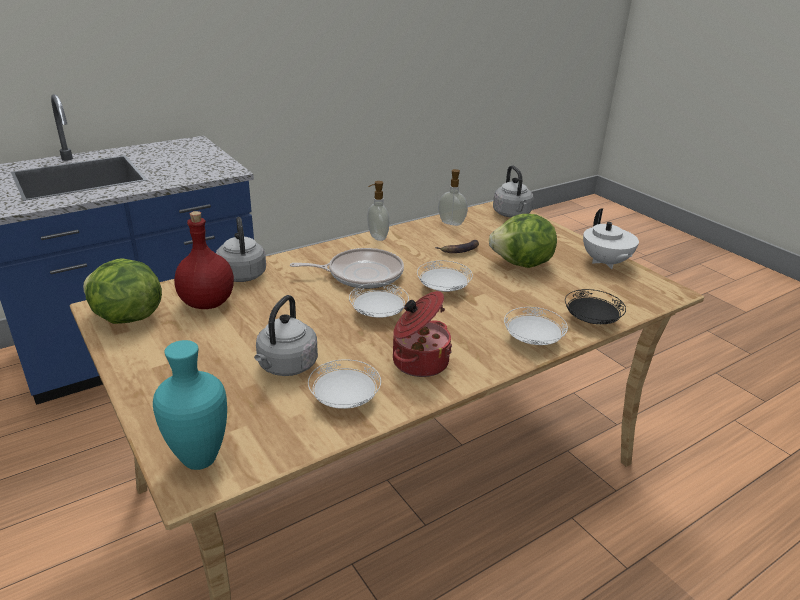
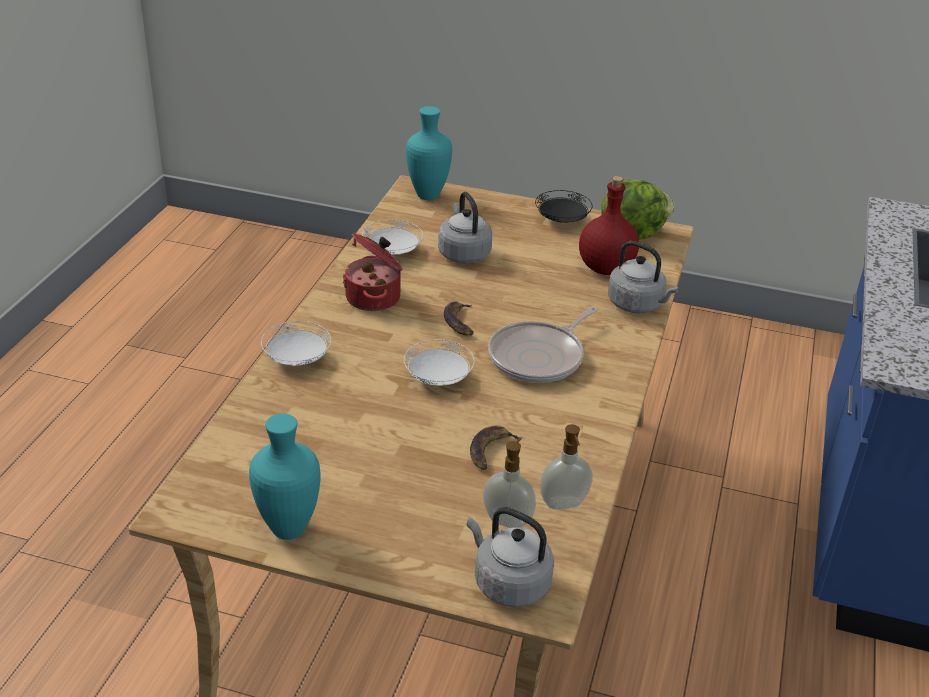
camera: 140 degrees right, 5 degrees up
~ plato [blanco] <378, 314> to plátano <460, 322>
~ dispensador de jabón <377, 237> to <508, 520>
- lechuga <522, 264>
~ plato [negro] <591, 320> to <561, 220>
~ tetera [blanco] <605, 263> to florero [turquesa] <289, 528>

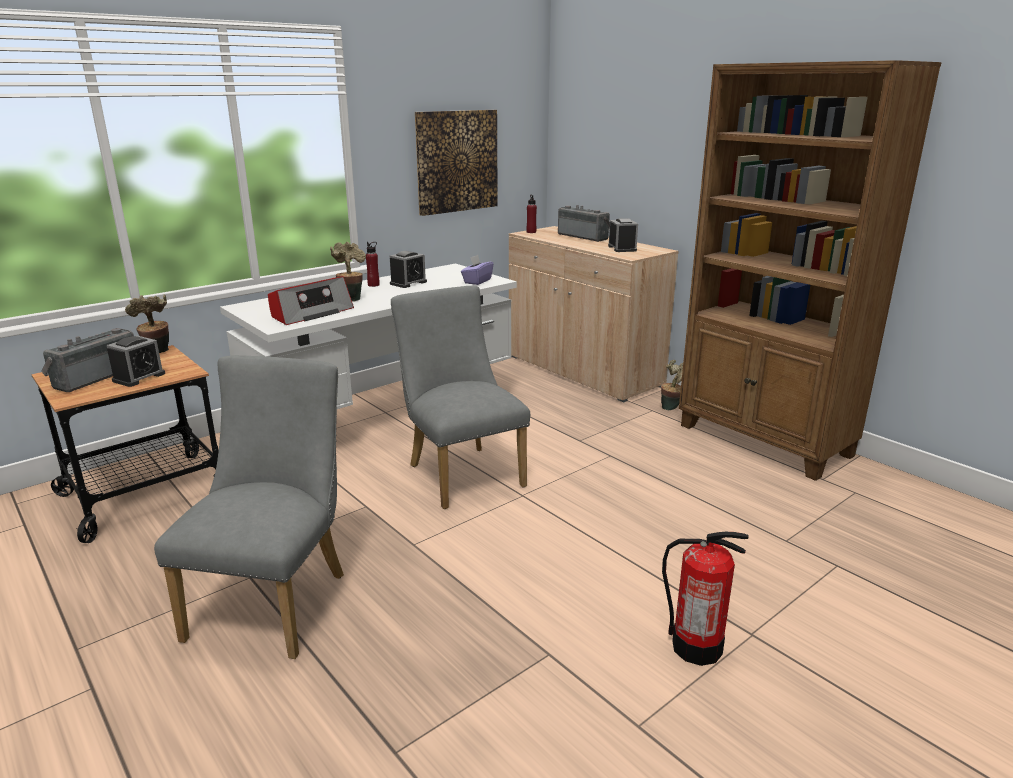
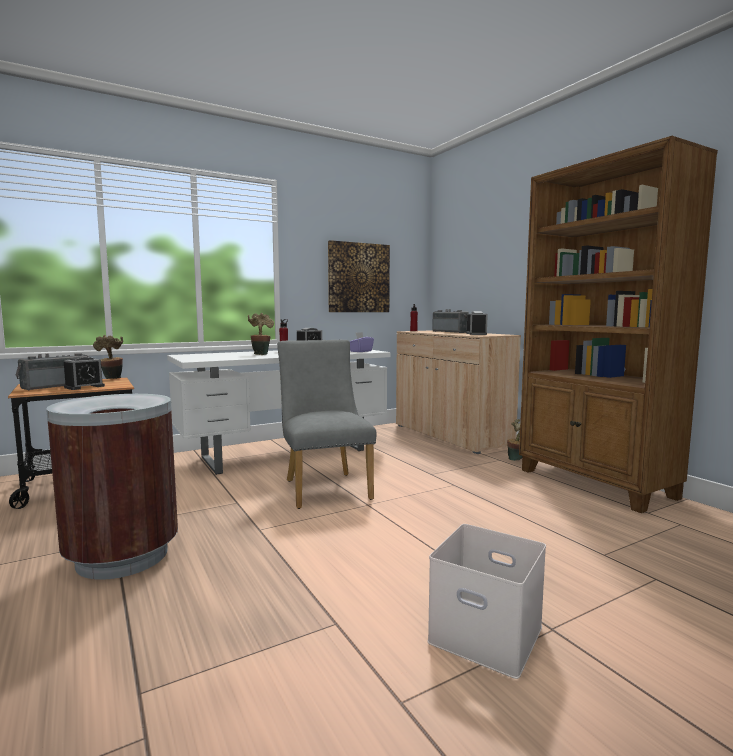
camera: 10 degrees right, 15 degrees down
~ silla [gris] <275, 599> to papelera [marrón] <123, 556>
- radio <311, 313>
~ extintor <696, 647> to caja de almacenaje [blanco] <488, 634>

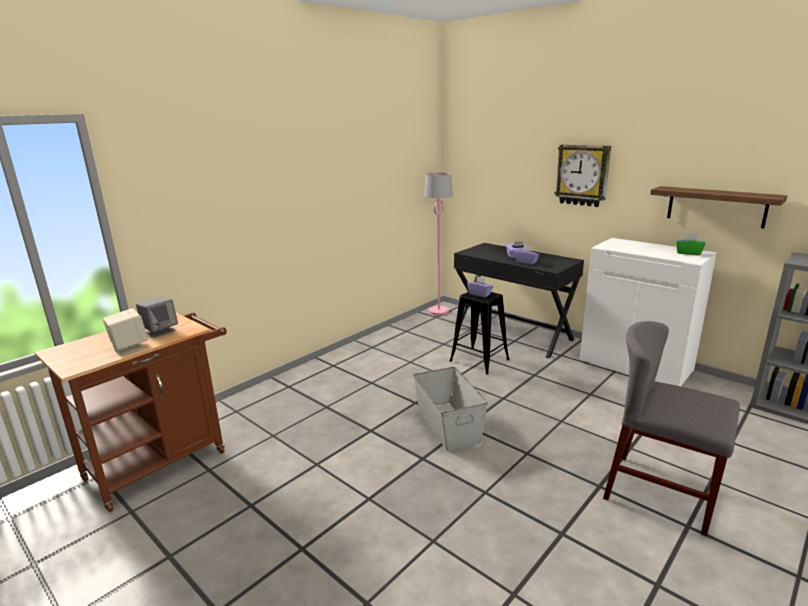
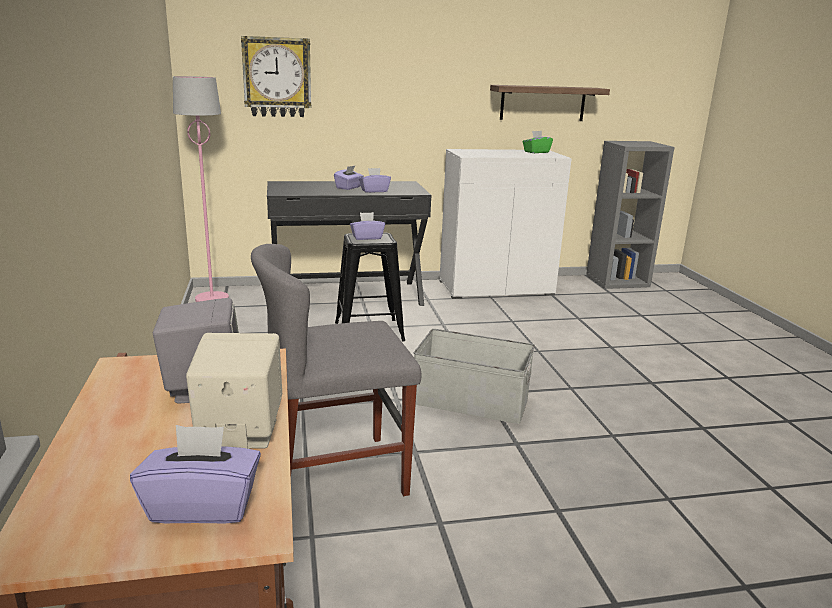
camera: 55 degrees left, 0 degrees up
~ reloj de pared <582, 175> to <277, 77>
~ silla [gris] <660, 493> to <334, 475>
+ caja de pañuelos [morado] <203, 505>

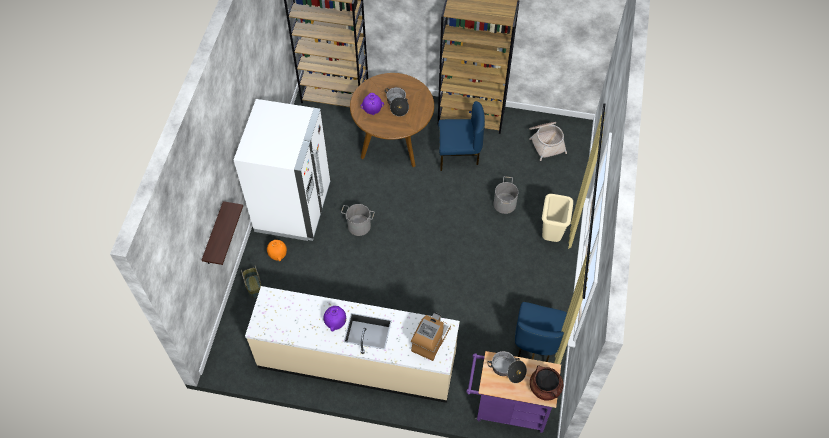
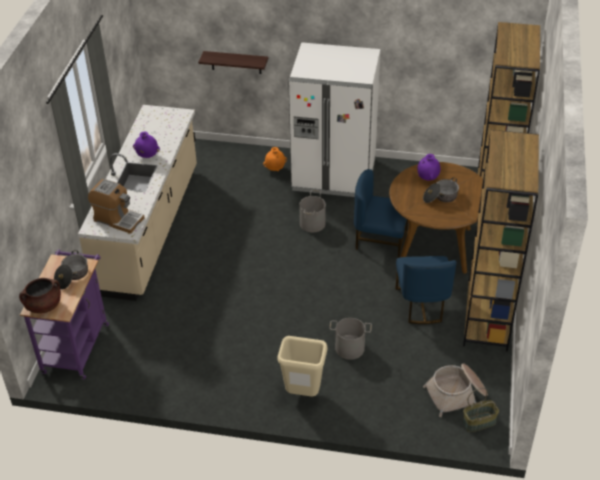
camera: 90 degrees right, 15 degrees down
~ cesta <253, 286> to <479, 422>
~ silla [azul] <535, 343> to <380, 242>

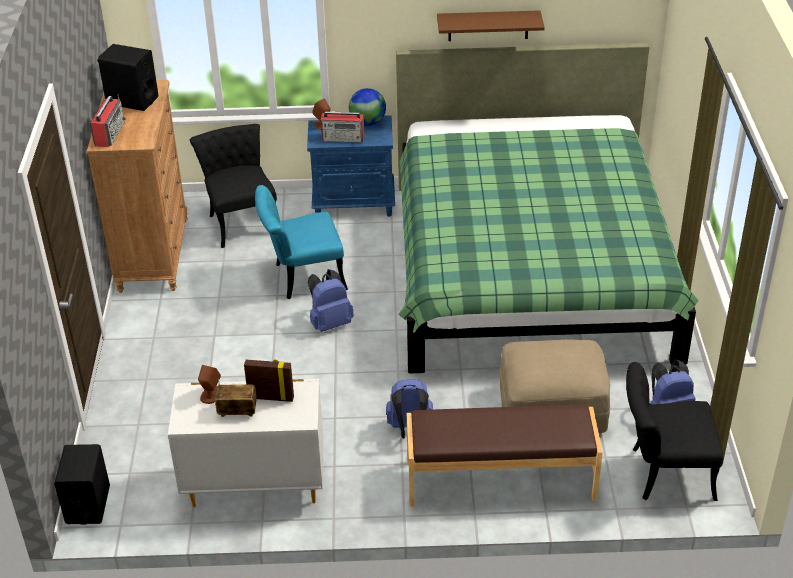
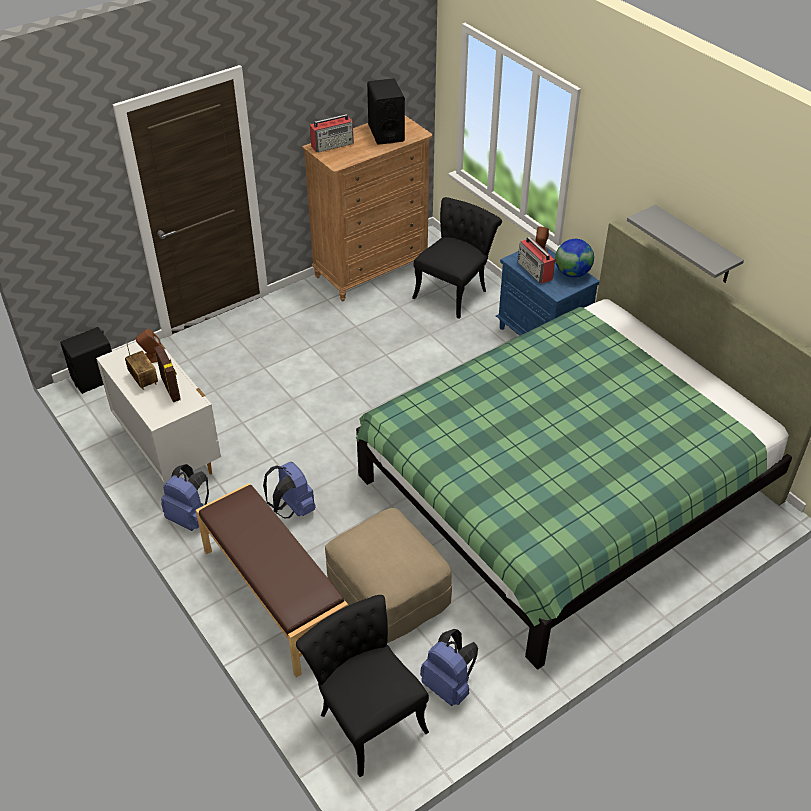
camera: 55 degrees right, 5 degrees up
- silla [turquesa] <302, 278>
~ mochila [azul] <330, 323> to <190, 517>
~ estante [marrón] <488, 25> to estante [gris] <694, 245>

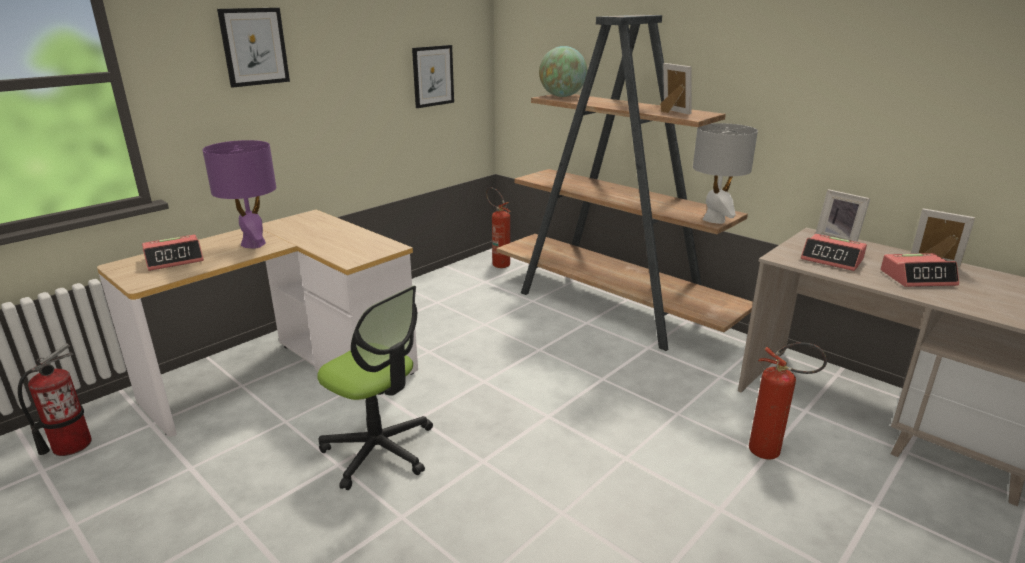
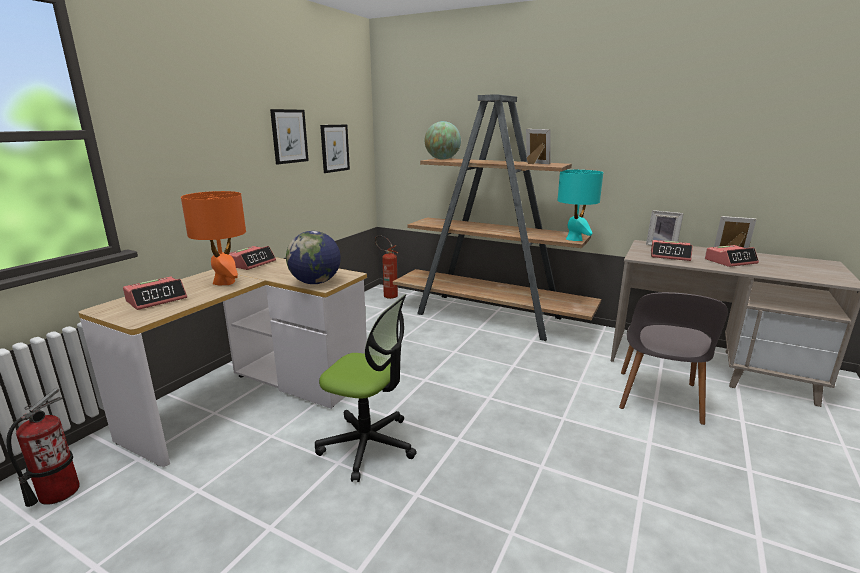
camera: 15 degrees left, 5 degrees down
~ lámpara de mesa [morado] <254, 244> to lámpara de mesa [naranja] <224, 282>
~ cuadro <254, 47> to <289, 136>
~ lámpara de mesa [gris] <714, 220> to lámpara de mesa [turquesa] <574, 239>
~ extintor <772, 453> to silla [gris] <658, 398>
+ despertador <251, 263>
+ globo terráqueo <315, 282>

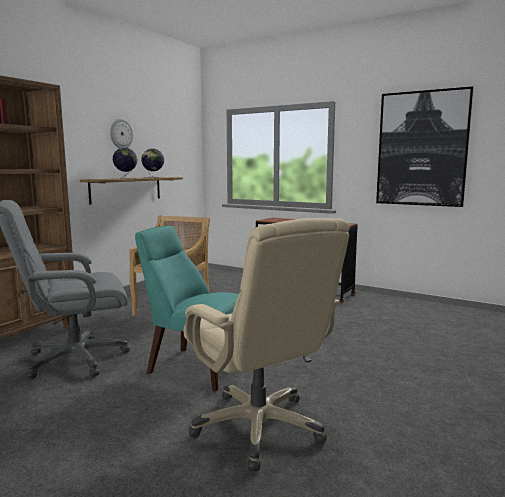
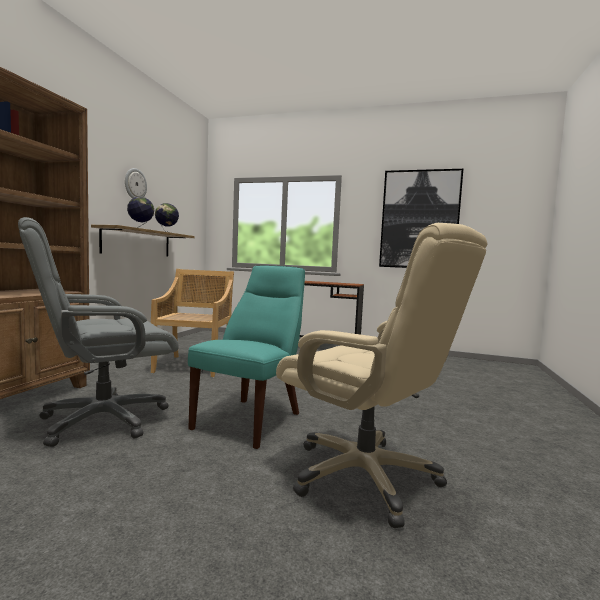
camera: 15 degrees left, 5 degrees down
~ silla [turquesa] <194, 366> = <251, 419> 105 degrees clockwise

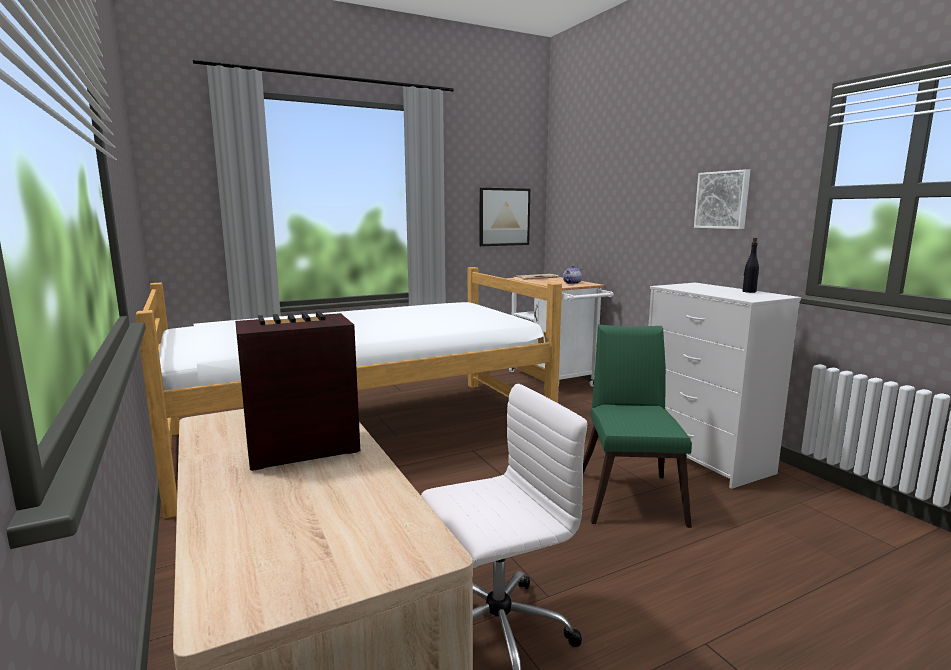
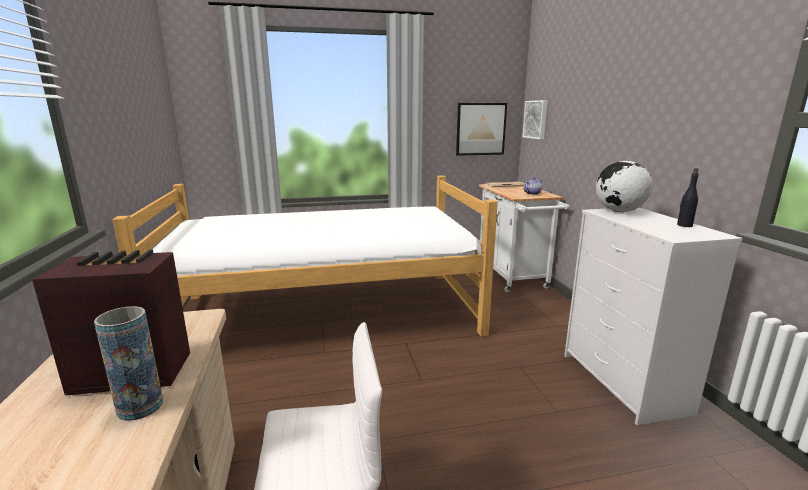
camera: 15 degrees right, 5 degrees up
- silla [verde] <630, 493>
~ cuadro <723, 200> to <536, 119>
+ florero <140, 406>
+ globo terráqueo <619, 211>

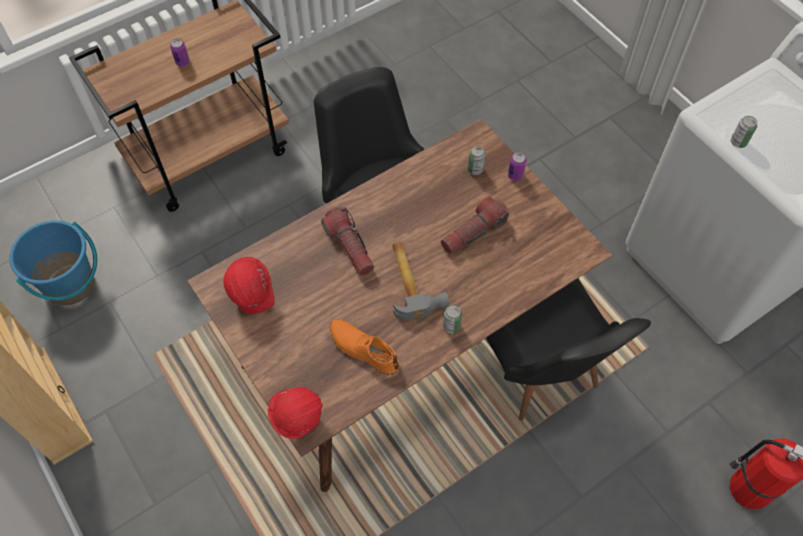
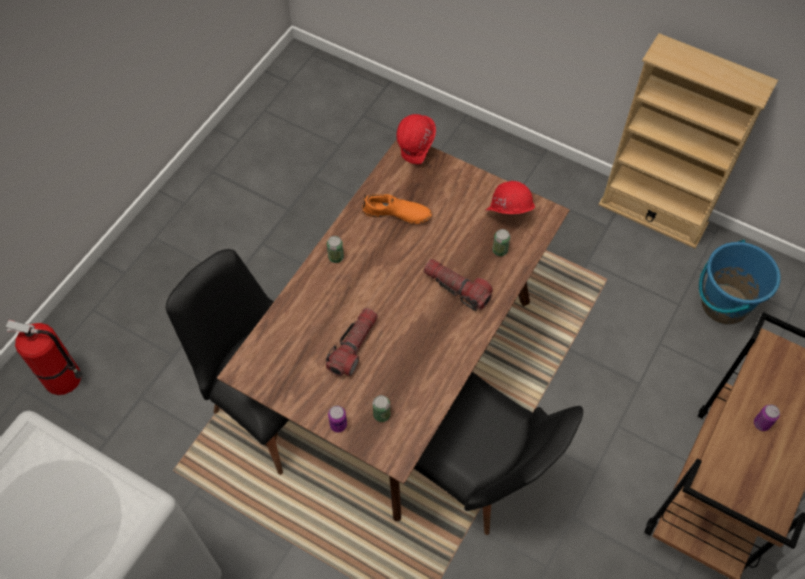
camera: 155 degrees right, 0 degrees up
- martillo <412, 281>
~ lata <738, 142> to <500, 250>

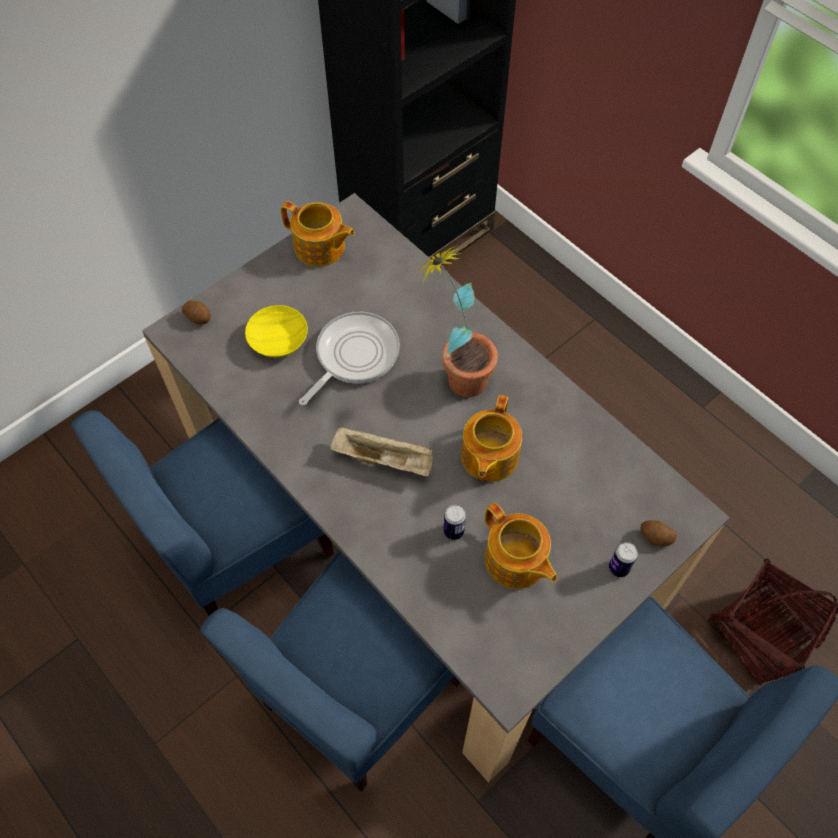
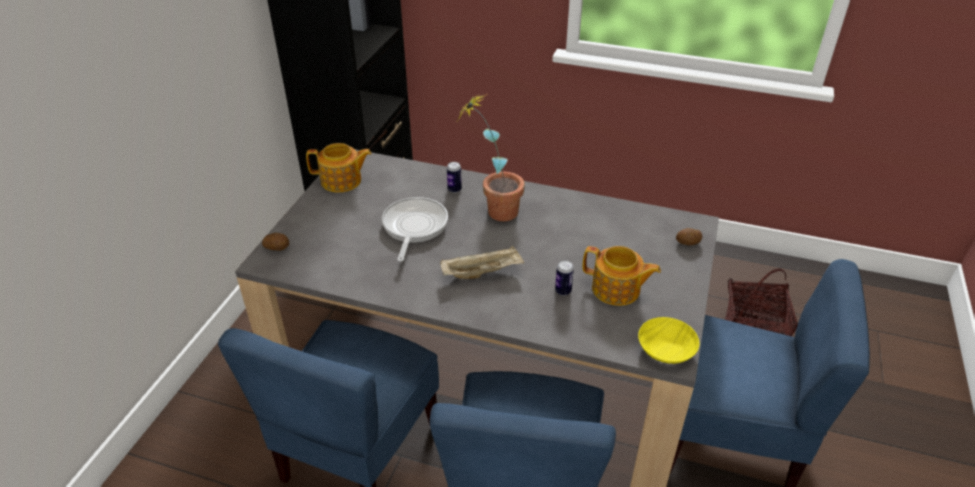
camera: 30 degrees left, 20 degrees down
~ cuenco [amarillo] <280, 339> to <667, 348>
- tetera <488, 457>
~ lata <618, 568> to <454, 189>

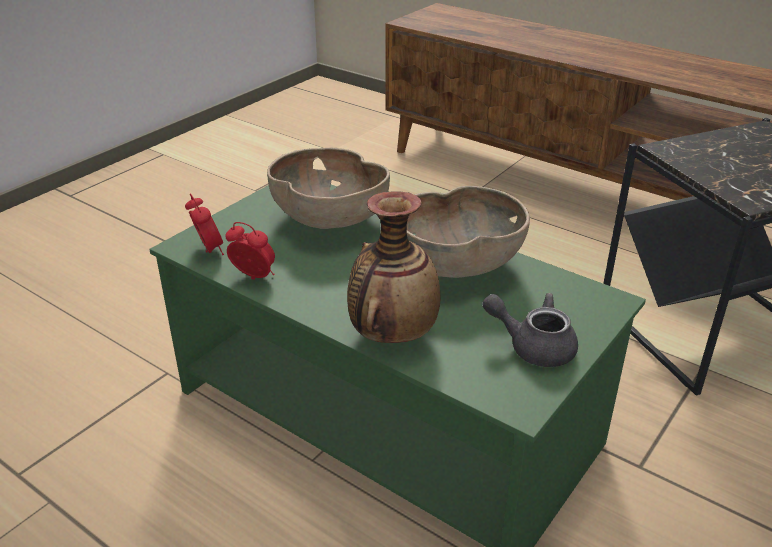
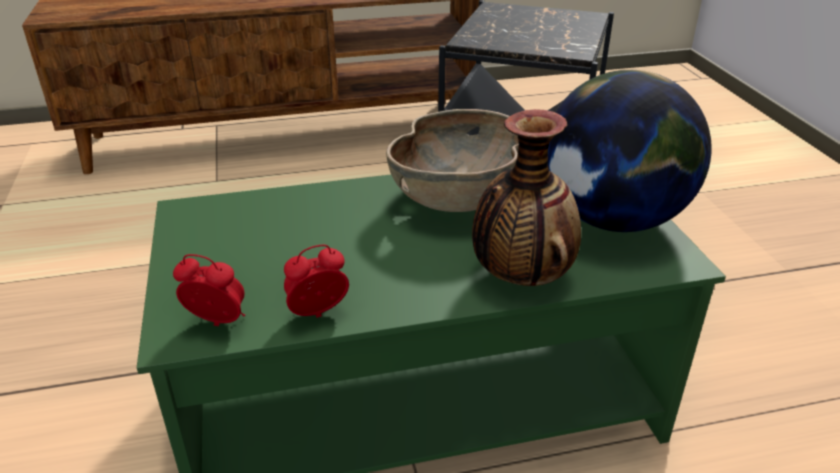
camera: 50 degrees left, 0 degrees up
- cuenco [marrón] <328, 219>
~ tetera [gris] <533, 346> to globo terráqueo <612, 219>

